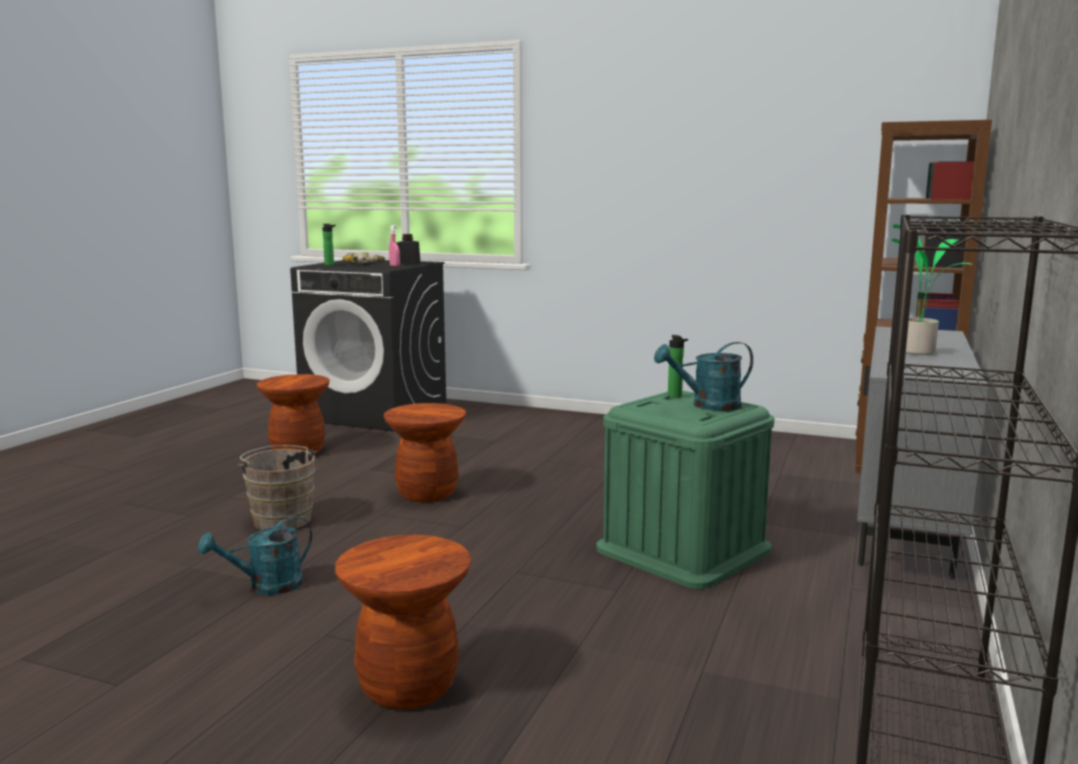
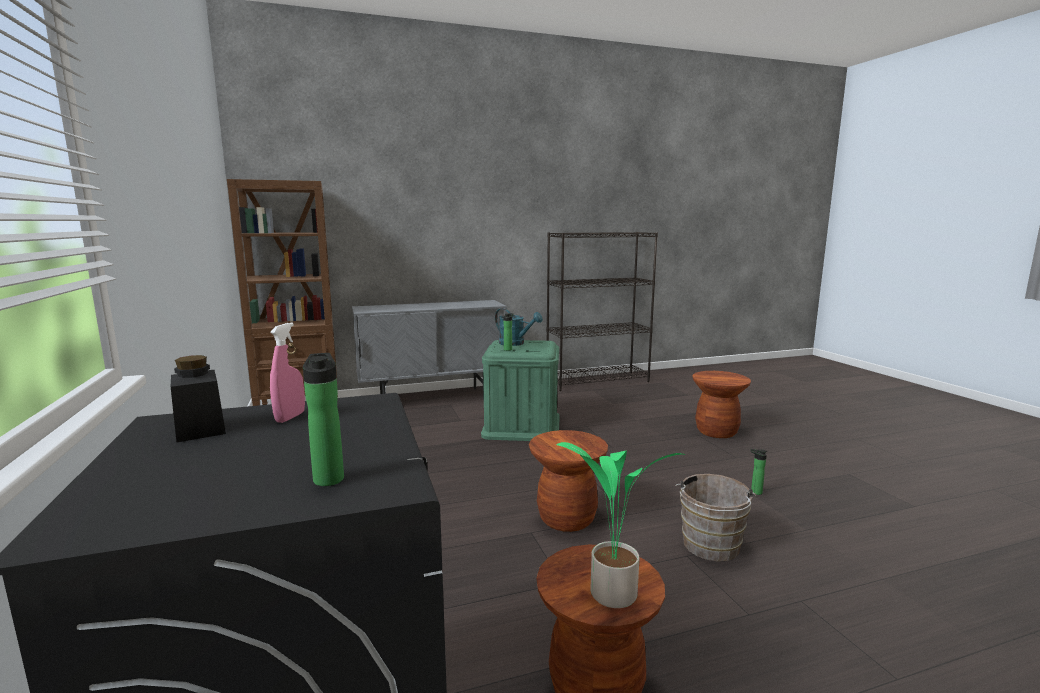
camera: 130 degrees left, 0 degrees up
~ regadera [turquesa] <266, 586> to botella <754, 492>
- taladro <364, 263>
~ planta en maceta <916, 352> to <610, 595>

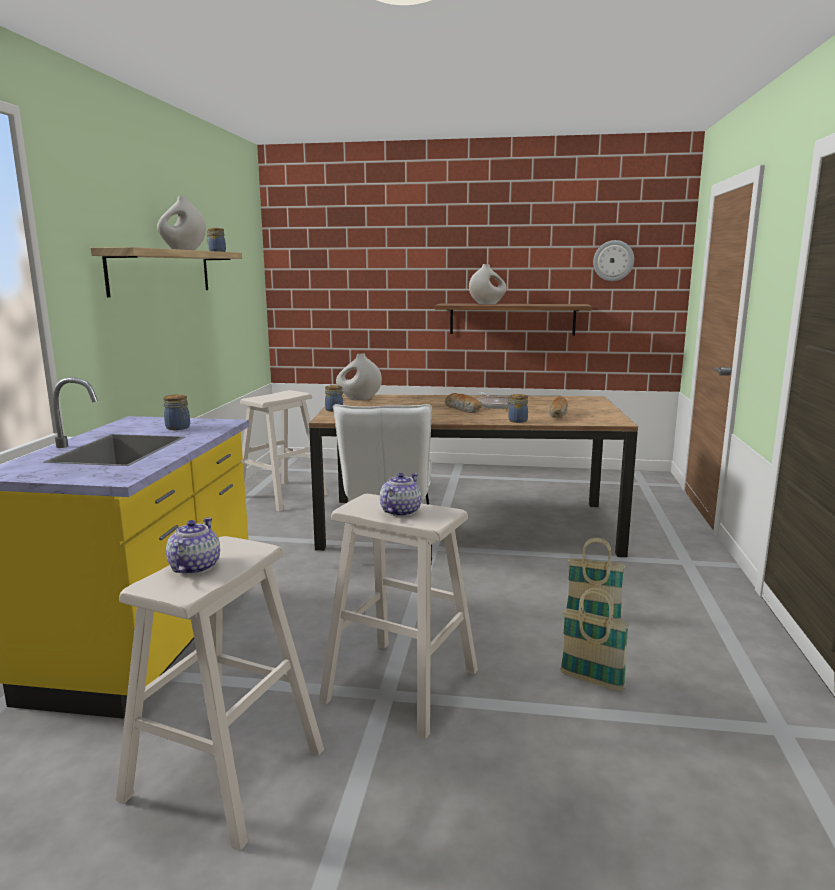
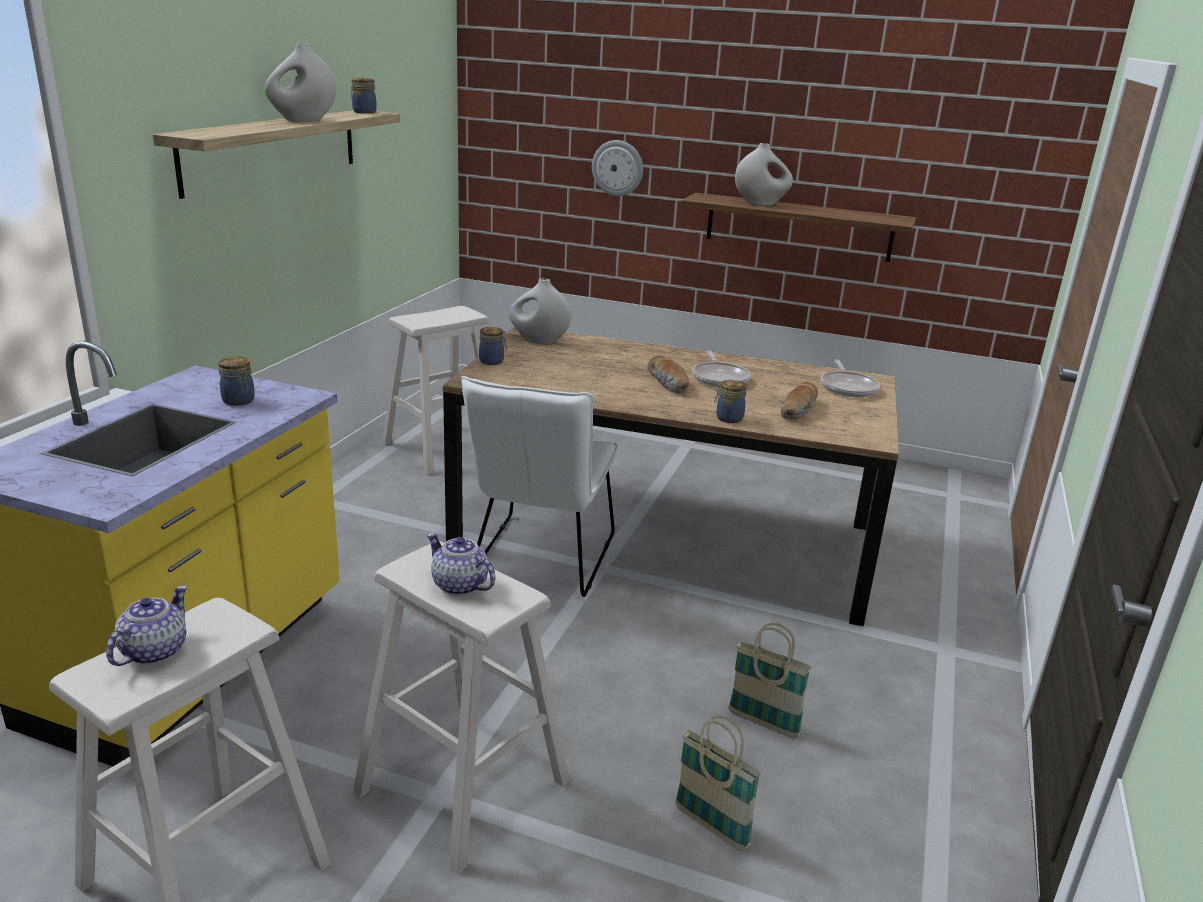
camera: 10 degrees right, 10 degrees up
~ tetera <400, 512> = <460, 586> 90 degrees counterclockwise
~ reloj de pared <613, 260> to <617, 168>
+ sartén <848, 387>

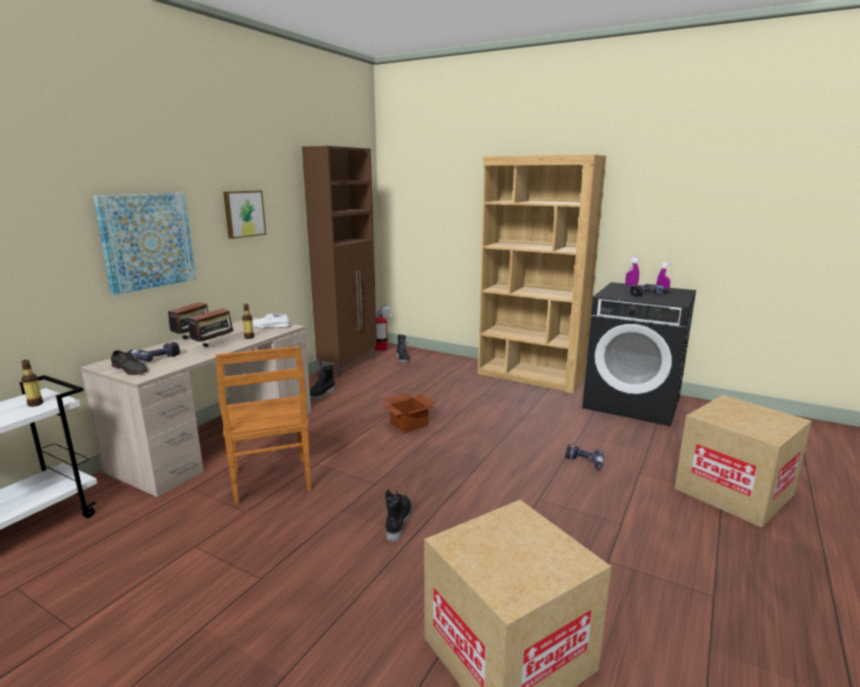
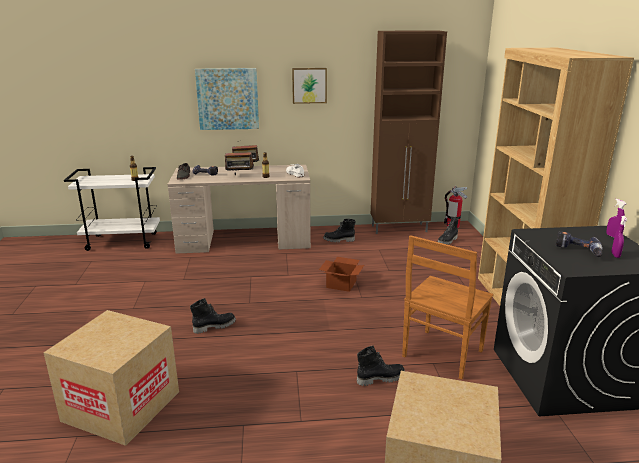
camera: 55 degrees right, 5 degrees up
~ silla [marrón] <271, 482> to <441, 355>
~ taladro <583, 463> to bota [negro] <380, 378>

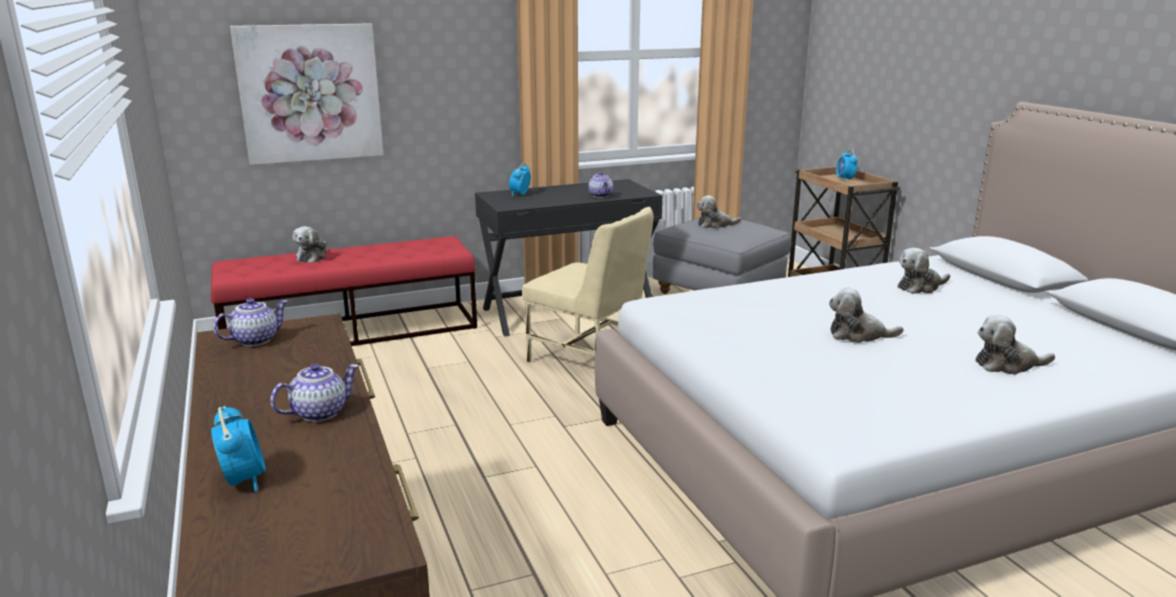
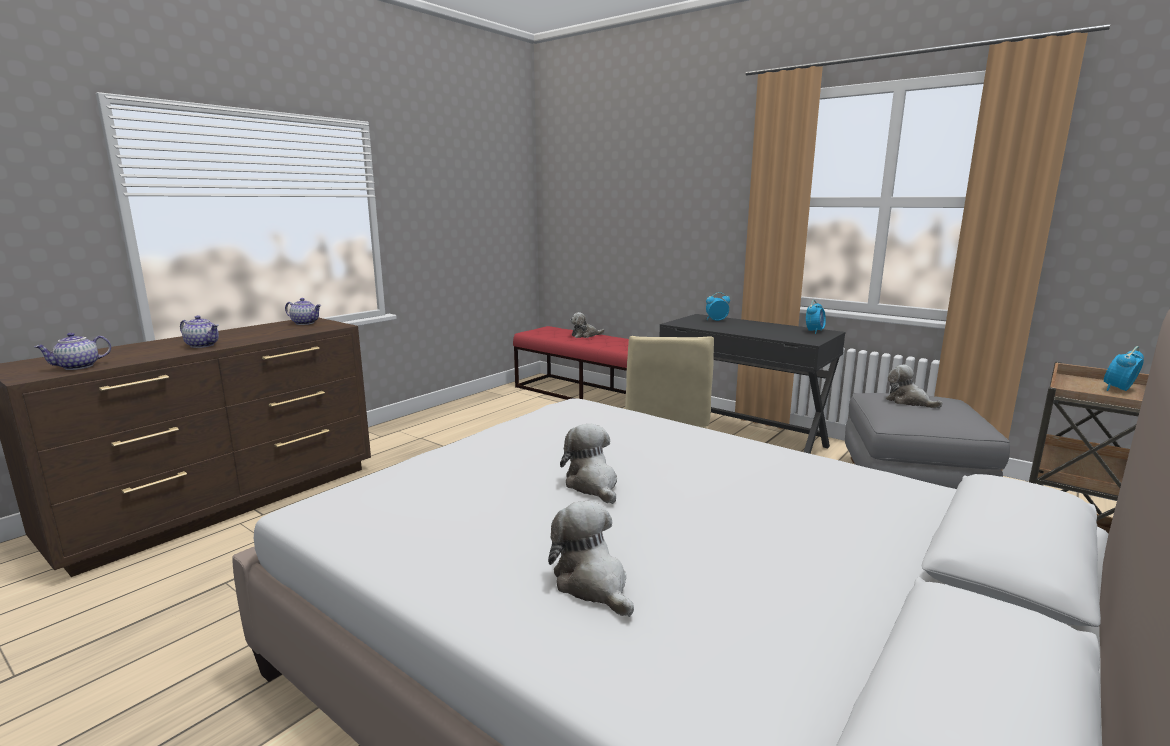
camera: 60 degrees right, 5 degrees down
~ despertador <244, 480> to <814, 331>
- cuadro <310, 93>
~ tetera <601, 195> to <78, 367>
- peluche <920, 287>

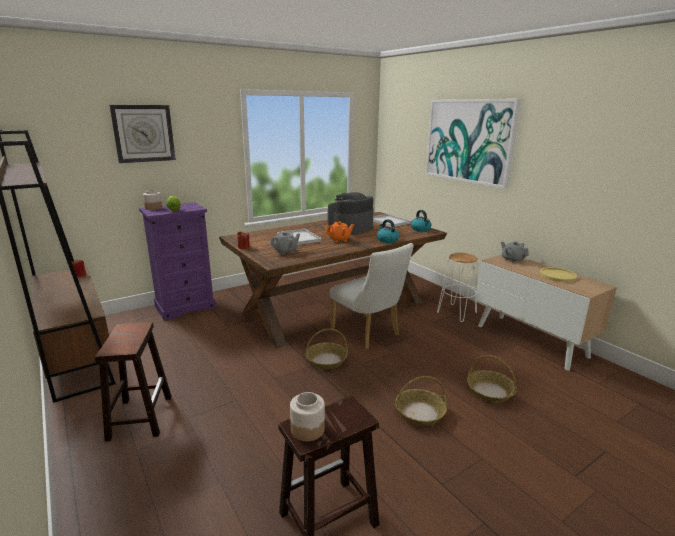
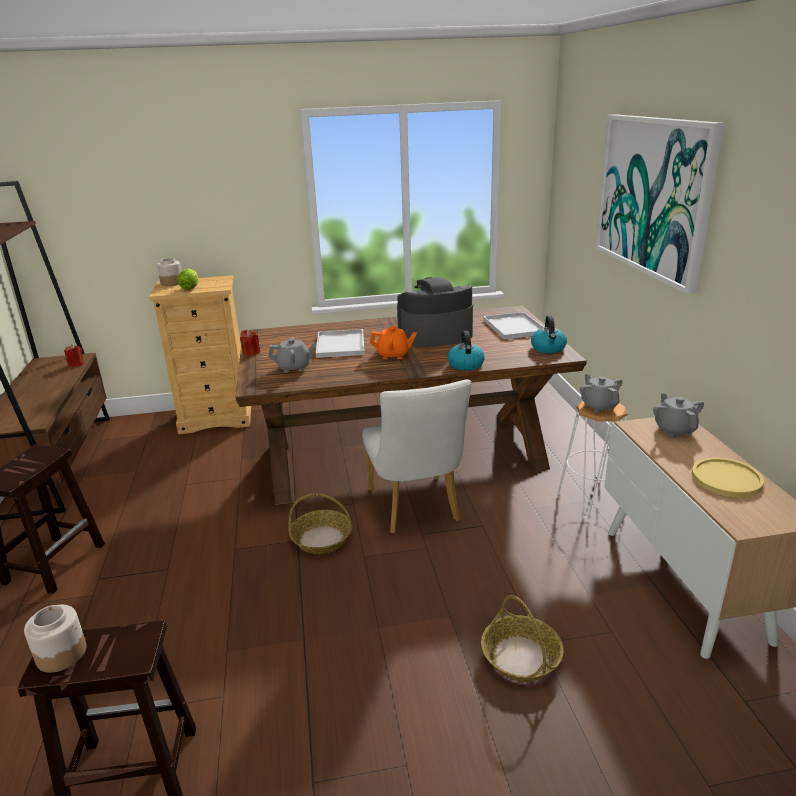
camera: 25 degrees right, 5 degrees up
- reloj de pared <143, 133>
~ cómoda [morado] <185, 307> to cómoda [beis] <216, 418>
- cesta <420, 413>
+ tetera [gris] <599, 406>

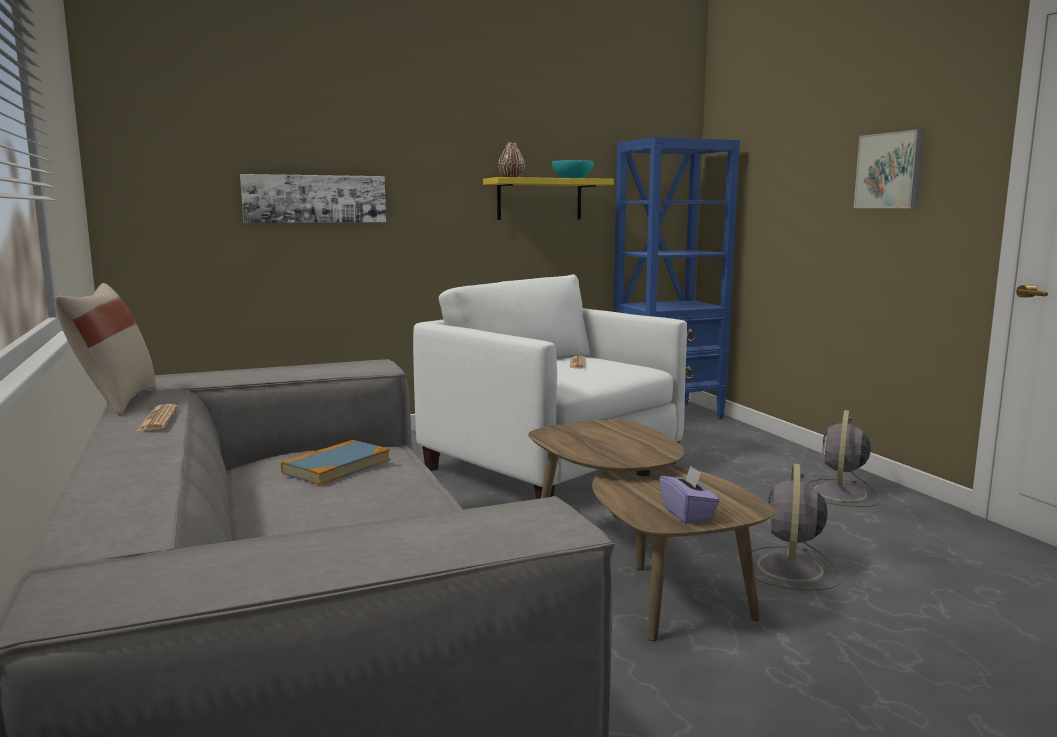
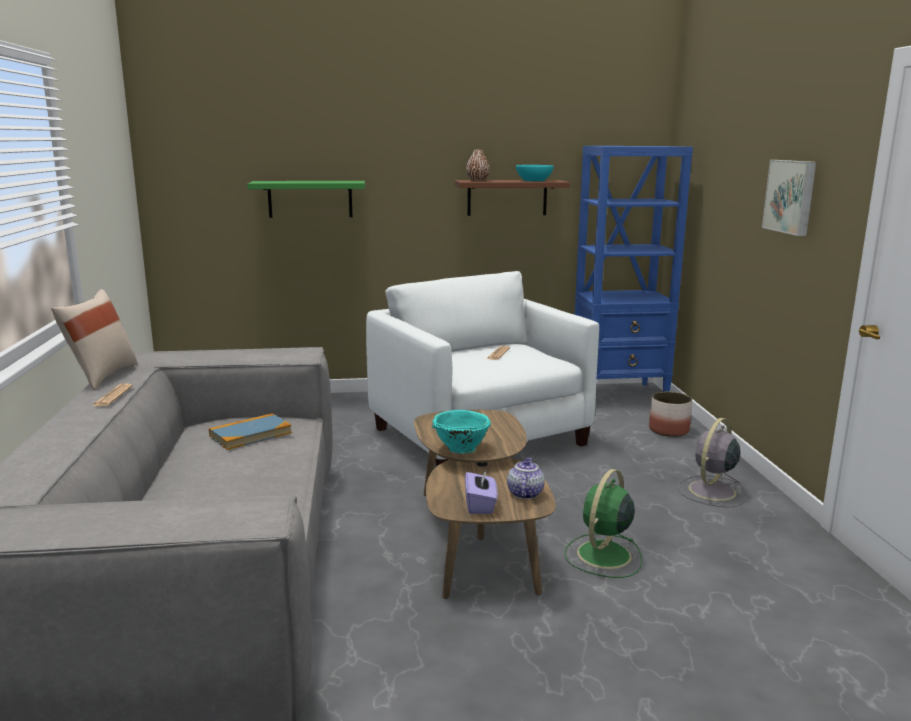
camera: 15 degrees right, 5 degrees up
~ cuadro <315, 199> to estante [verde] <310, 199>
~ estante [amarillo] <539, 199> to estante [marrón] <507, 197>
~ ventilador [gris] <789, 569> to ventilador [verde] <603, 556>
+ cuenco [turquesa] <460, 448>
+ tetera <524, 493>
+ maceta <669, 430>

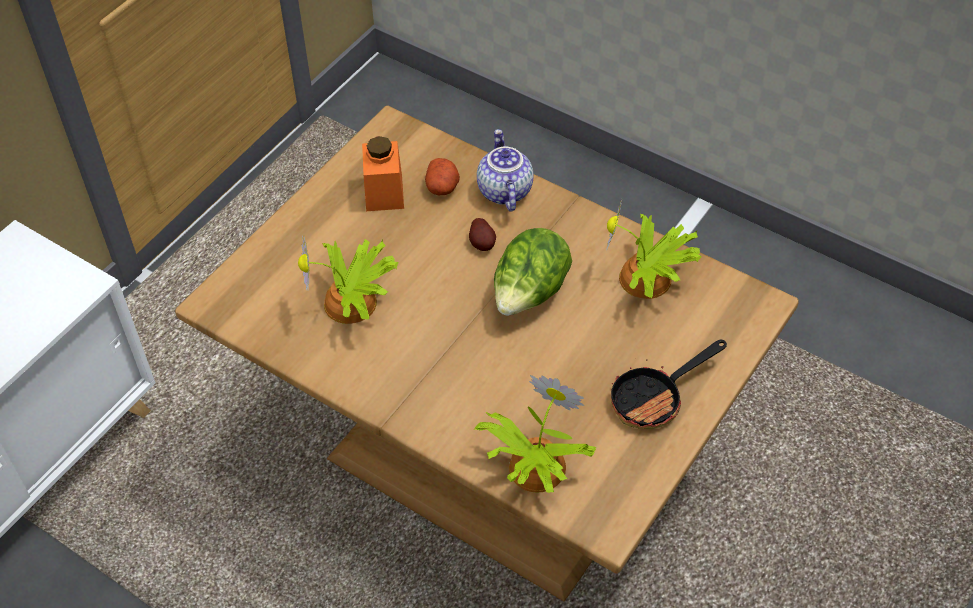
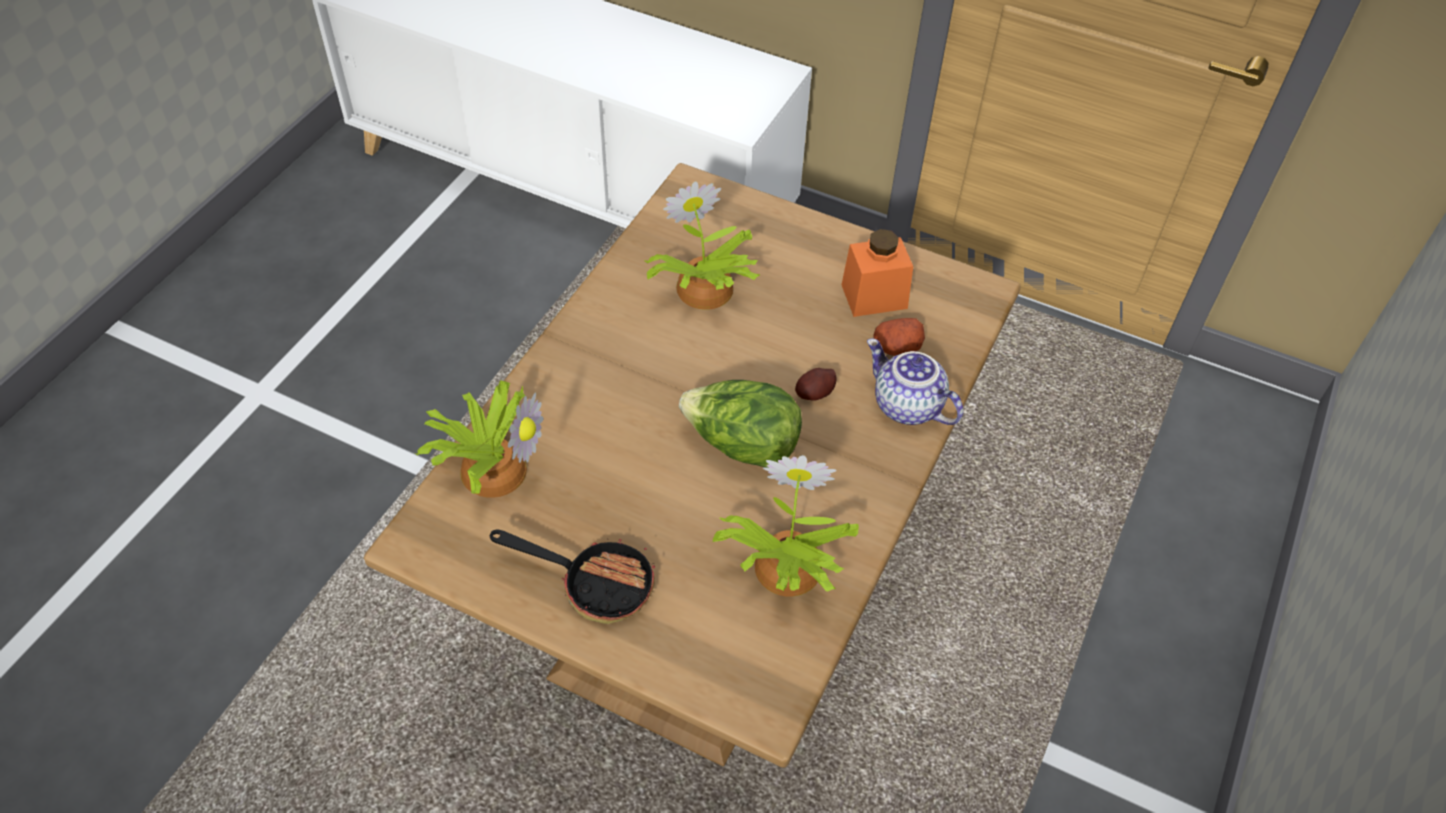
camera: 80 degrees right, 0 degrees up
~ tetera <503, 191> = <905, 406> 120 degrees counterclockwise
~ sartén <655, 398> = <595, 583> 150 degrees clockwise

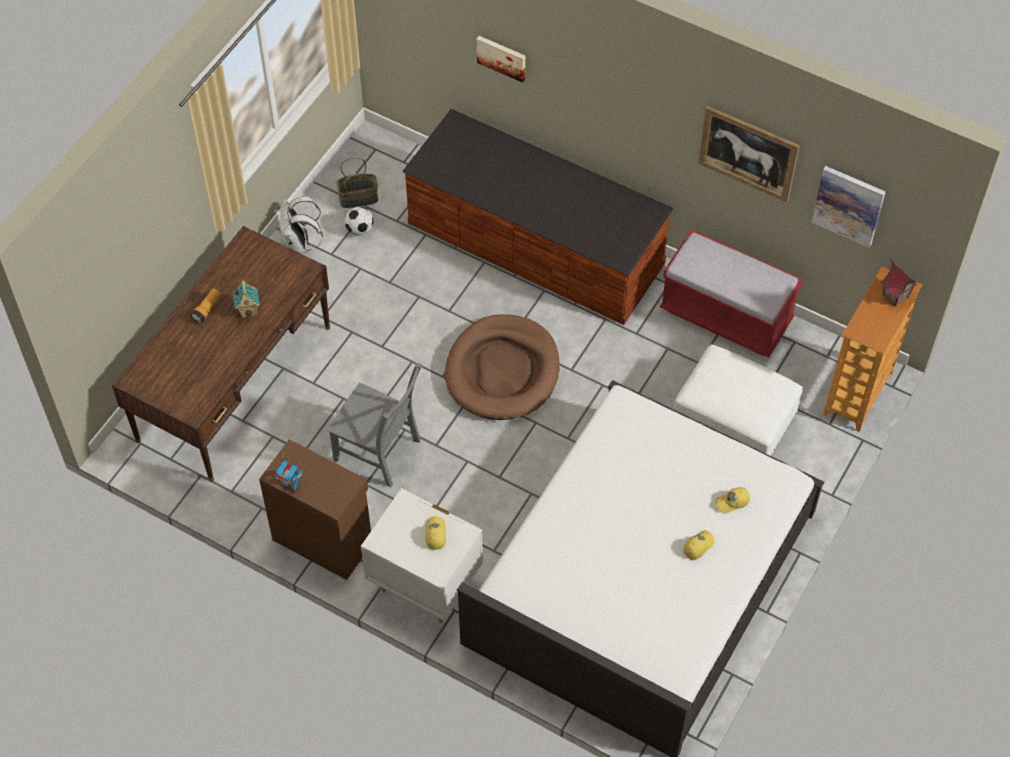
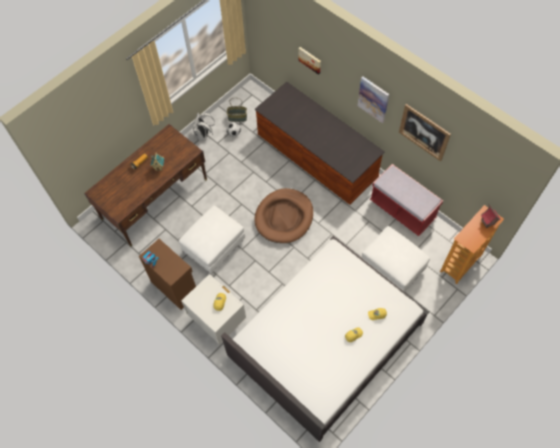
camera: 15 degrees right, 5 degrees up
~ silla [gris] <380, 452> to puf [blanco] <214, 247>
~ cuadro <848, 205> to <373, 99>

